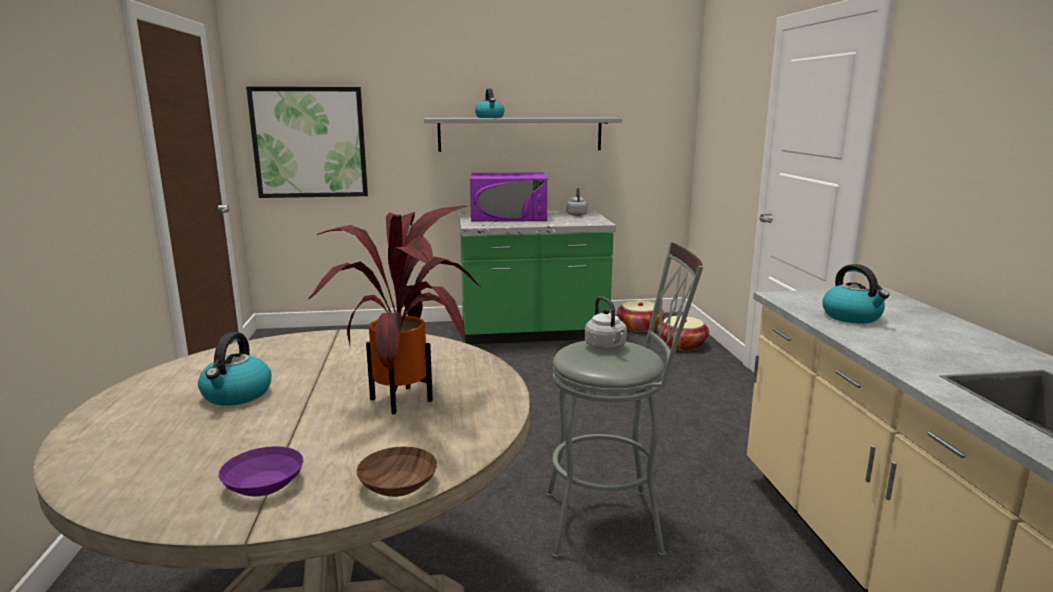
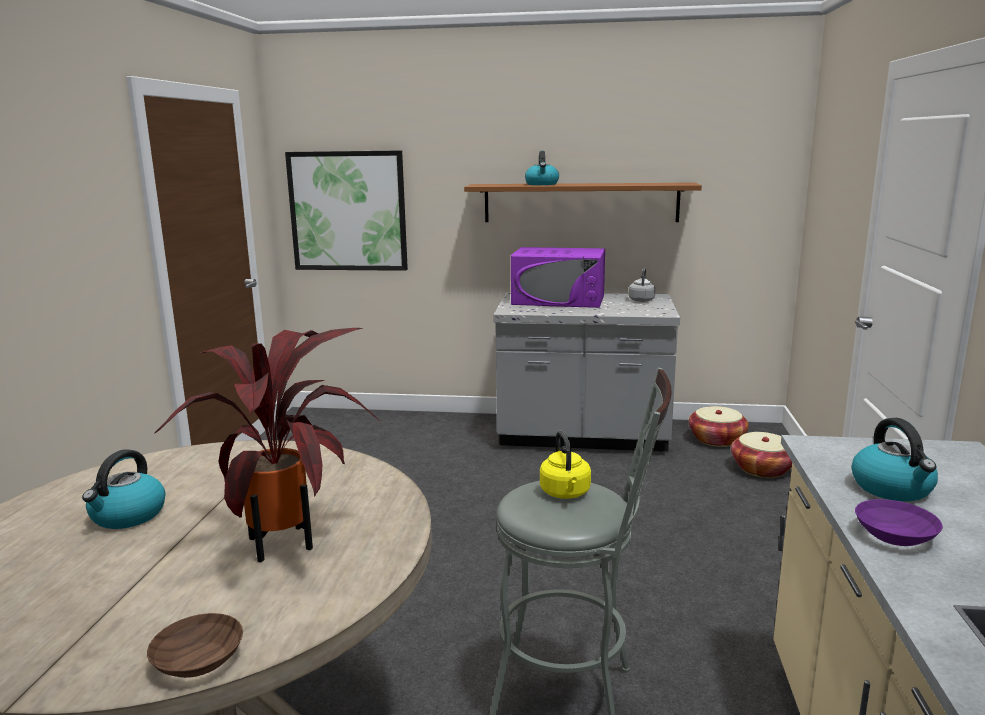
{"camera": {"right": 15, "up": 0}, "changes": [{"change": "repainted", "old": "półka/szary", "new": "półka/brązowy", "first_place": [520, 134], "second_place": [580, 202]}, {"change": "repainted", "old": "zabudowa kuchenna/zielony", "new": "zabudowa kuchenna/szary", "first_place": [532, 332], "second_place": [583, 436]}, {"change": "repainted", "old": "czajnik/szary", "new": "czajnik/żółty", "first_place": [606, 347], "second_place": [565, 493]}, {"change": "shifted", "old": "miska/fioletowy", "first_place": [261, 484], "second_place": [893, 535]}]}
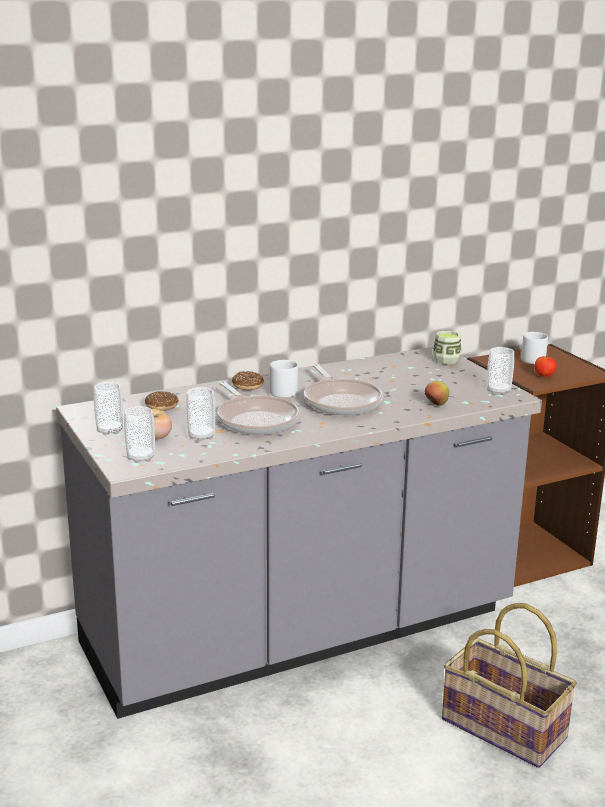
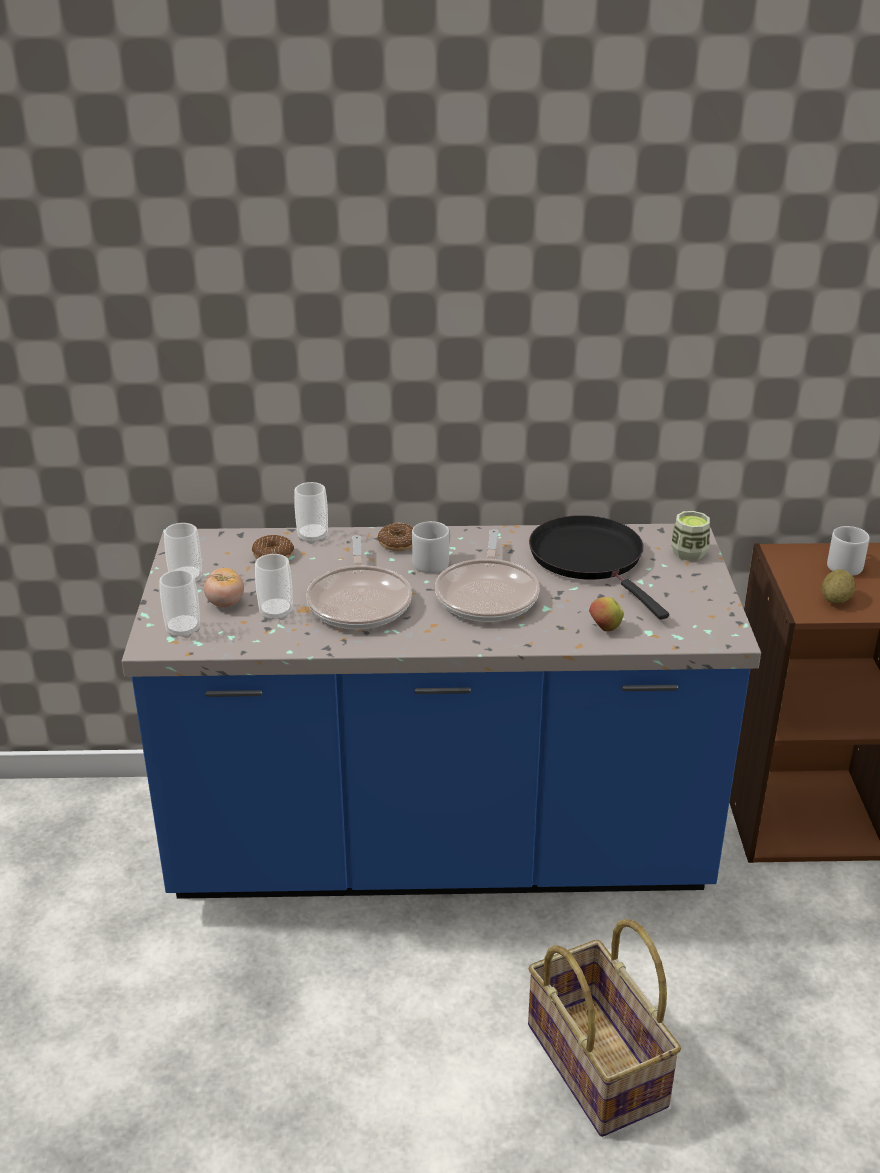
{"camera": {"right": 25, "up": 10}, "changes": [{"change": "repainted", "old": "zabudowa kuchenna/szary", "new": "zabudowa kuchenna/niebieski", "first_place": [299, 634], "second_place": [440, 850]}, {"change": "shifted", "old": "filiżanka", "first_place": [498, 391], "second_place": [312, 537]}, {"change": "new", "new": "patelnia/czarny", "second_place": [591, 559]}, {"change": "swapped", "old": "jabłko", "new": "ziemniak", "first_place": [544, 376], "second_place": [835, 599]}]}
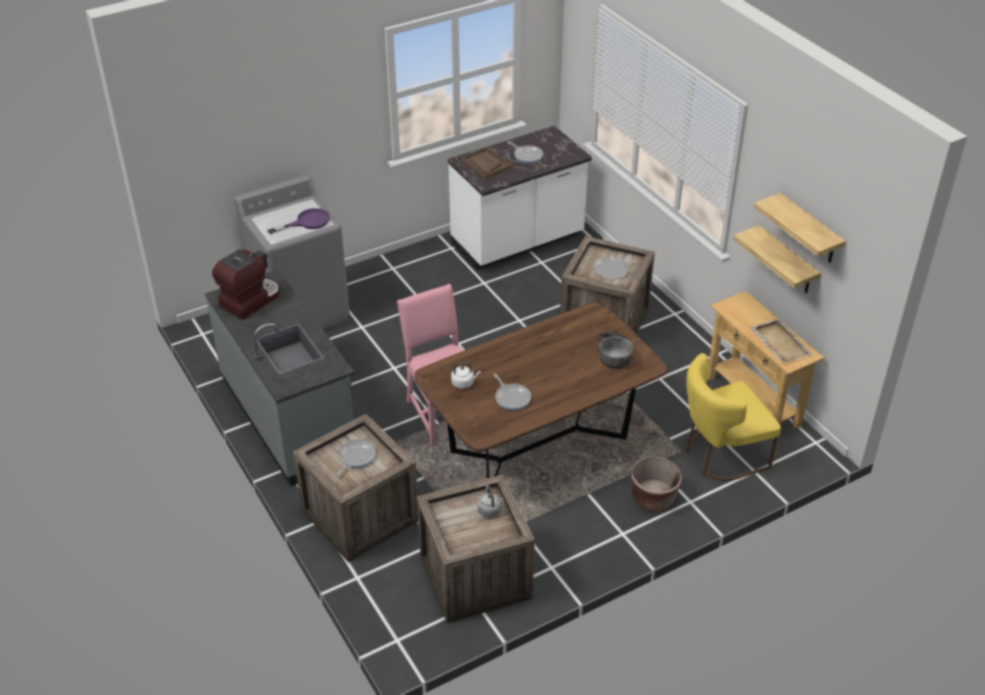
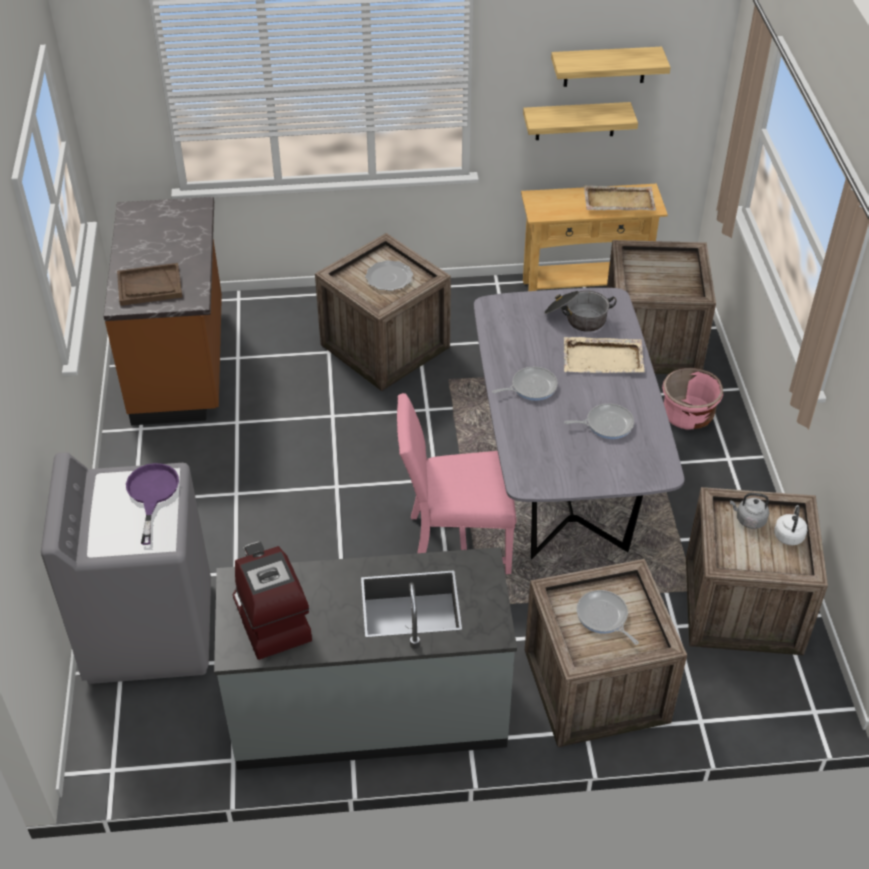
{"camera": {"right": -65, "up": 5}, "changes": [{"change": "repainted", "old": "zabudowa kuchenna/biały", "new": "zabudowa kuchenna/brązowy", "first_place": [518, 242], "second_place": [181, 363]}, {"change": "repainted", "old": "stół jadalny/brązowy", "new": "stół jadalny/szary", "first_place": [538, 446], "second_place": [561, 477]}, {"change": "shifted", "old": "patelnia", "first_place": [527, 155], "second_place": [531, 387]}, {"change": "new", "new": "taca/beżowy", "second_place": [604, 358]}, {"change": "swapped", "old": "krzesło/żółty", "new": "skrzynka", "first_place": [720, 455], "second_place": [650, 343]}, {"change": "repainted", "old": "donica/brązowy", "new": "donica/różowy", "first_place": [653, 498], "second_place": [687, 415]}, {"change": "shifted", "old": "czajnik/biały", "first_place": [464, 383], "second_place": [789, 535]}]}
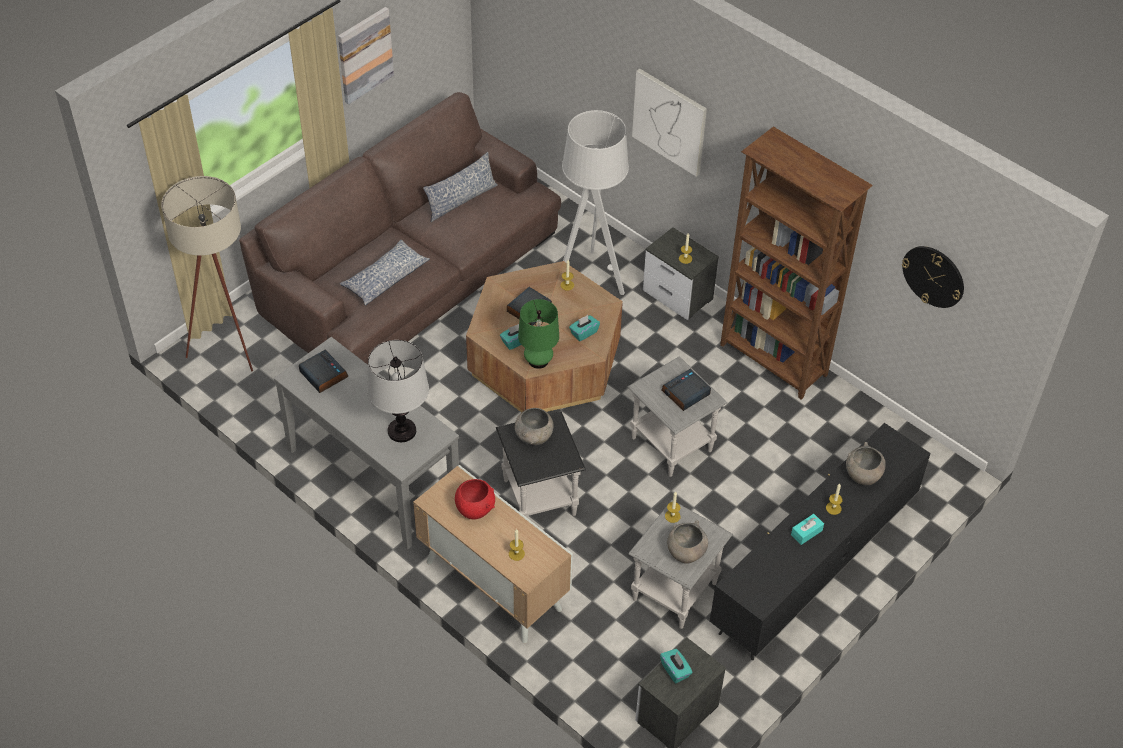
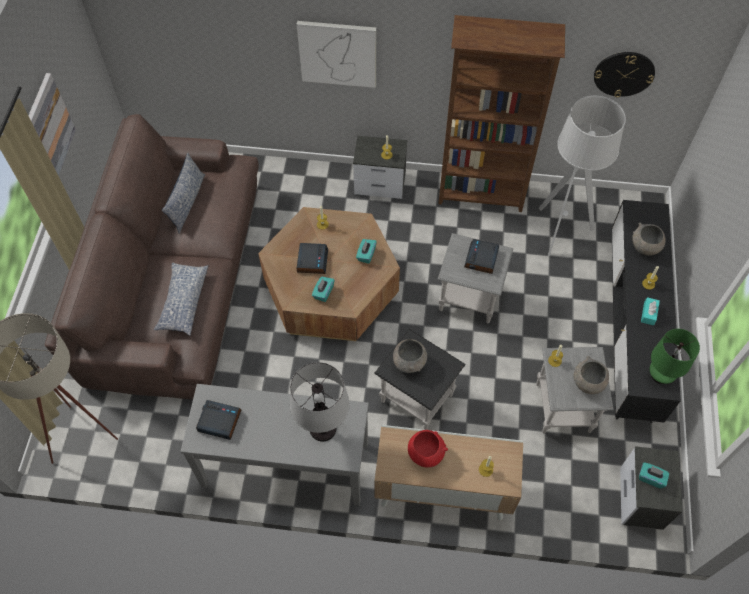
{"camera": {"right": -35, "up": 10}, "changes": [{"change": "shifted", "old": "lampa stojąca/szary", "first_place": [590, 279], "second_place": [560, 231]}, {"change": "shifted", "old": "lampa stołowa/zielony", "first_place": [538, 360], "second_place": [660, 375]}]}
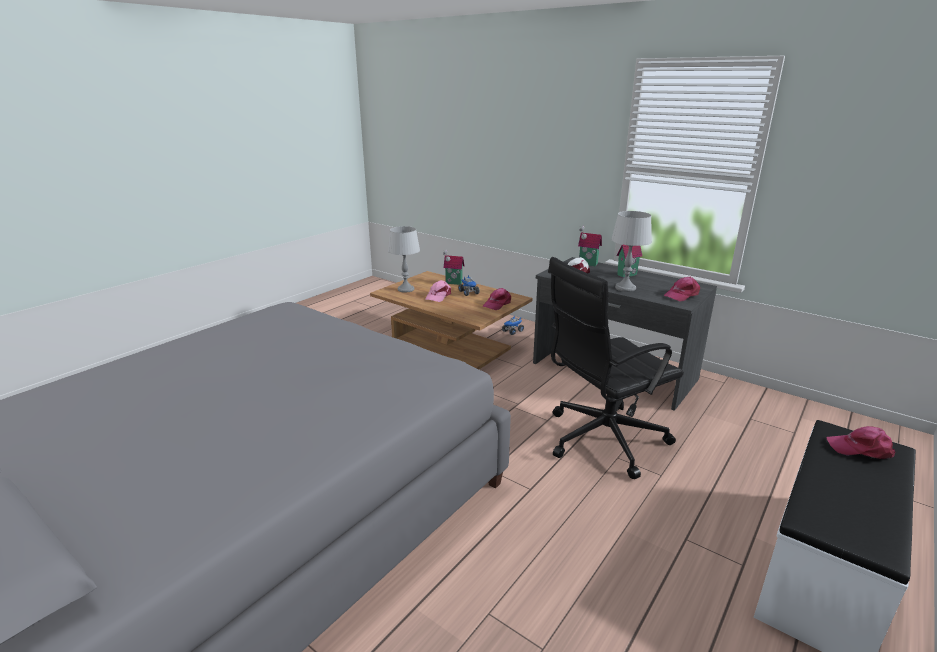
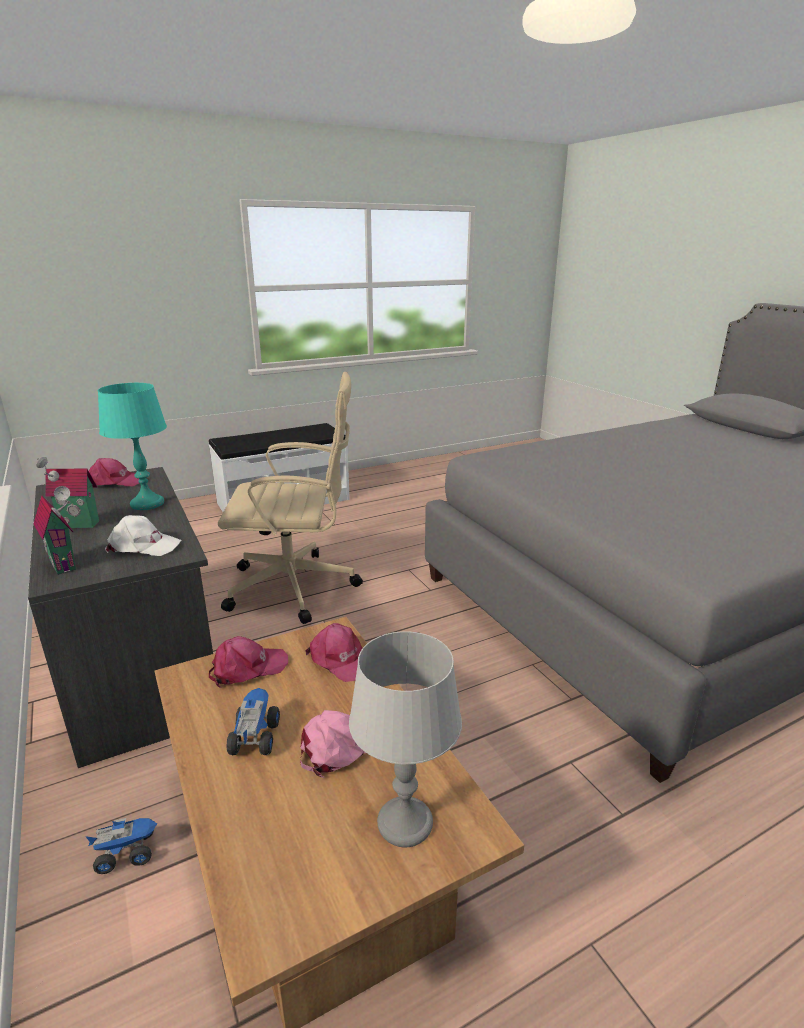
{"camera": {"right": -155, "up": 0}, "changes": [{"change": "repainted", "old": "lampa stołowa/szary", "new": "lampa stołowa/turkusowy", "first_place": [625, 288], "second_place": [147, 504]}, {"change": "repainted", "old": "krzesło biurowe/czarny", "new": "krzesło biurowe/beżowy", "first_place": [602, 439], "second_place": [296, 587]}, {"change": "shifted", "old": "czapka z daszkiem/różowy", "first_place": [861, 449], "second_place": [340, 659]}, {"change": "gone", "old": "domek", "first_place": [453, 283]}]}
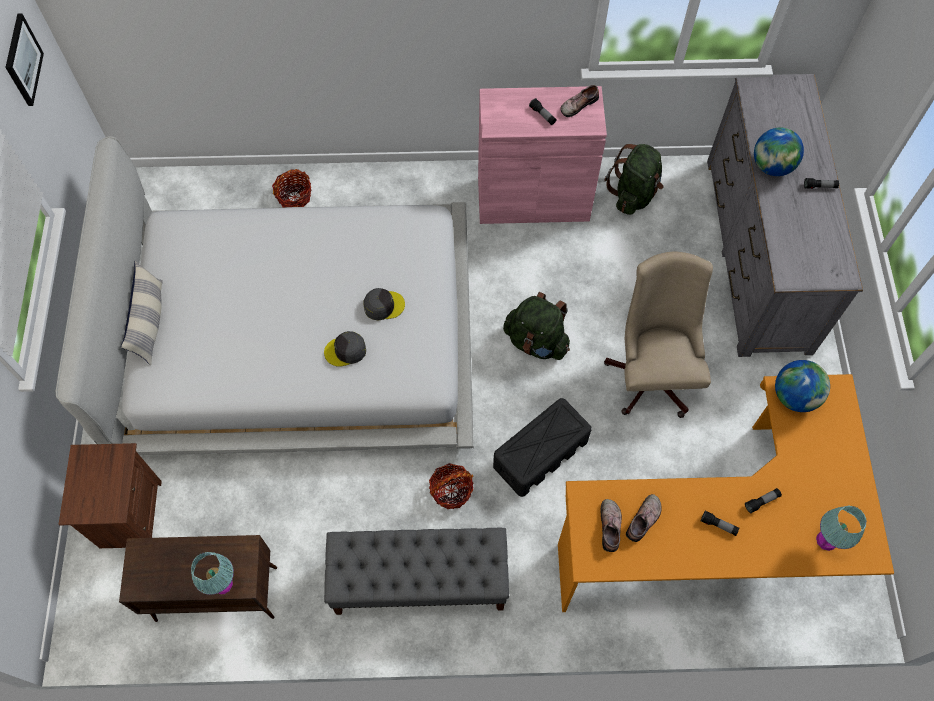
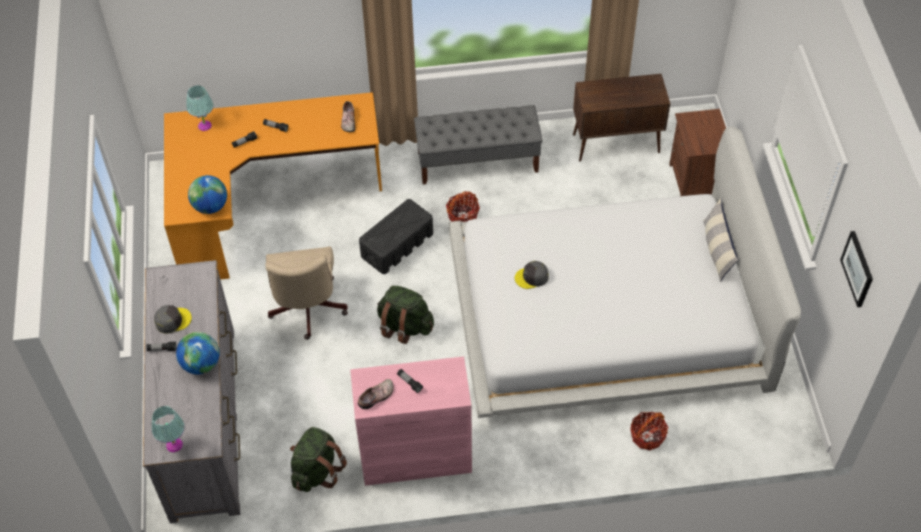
{"camera": {"right": 175, "up": -10}, "changes": [{"change": "shifted", "old": "lampa stołowa/turkusowy", "first_place": [222, 583], "second_place": [174, 445]}, {"change": "shifted", "old": "czapka z daszkiem/szary", "first_place": [346, 351], "second_place": [172, 320]}, {"change": "gone", "old": "but", "first_place": [644, 520]}]}
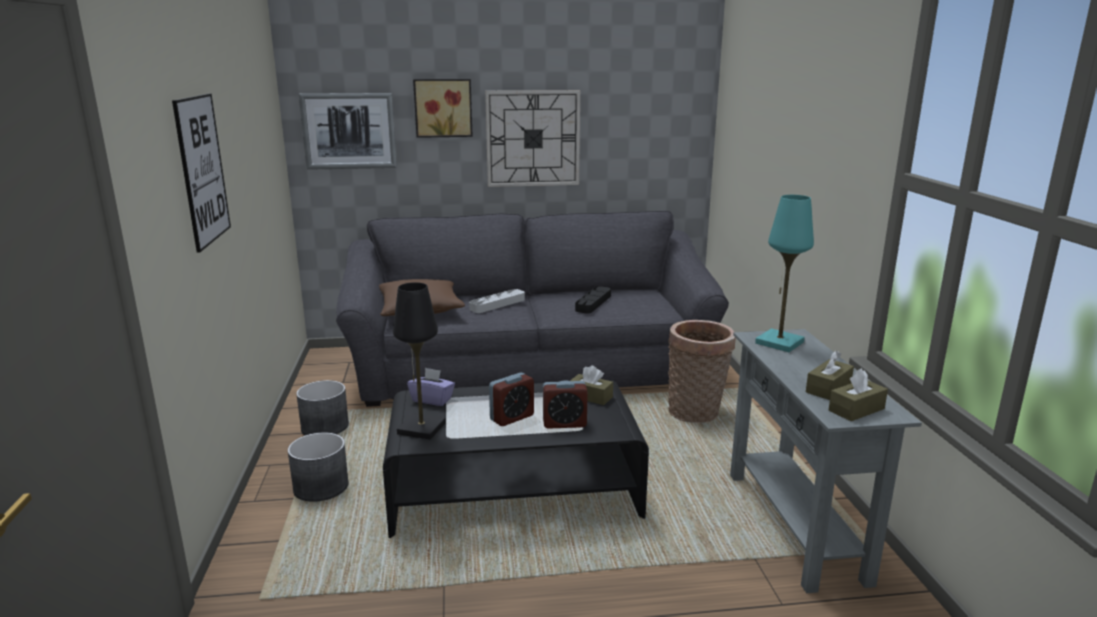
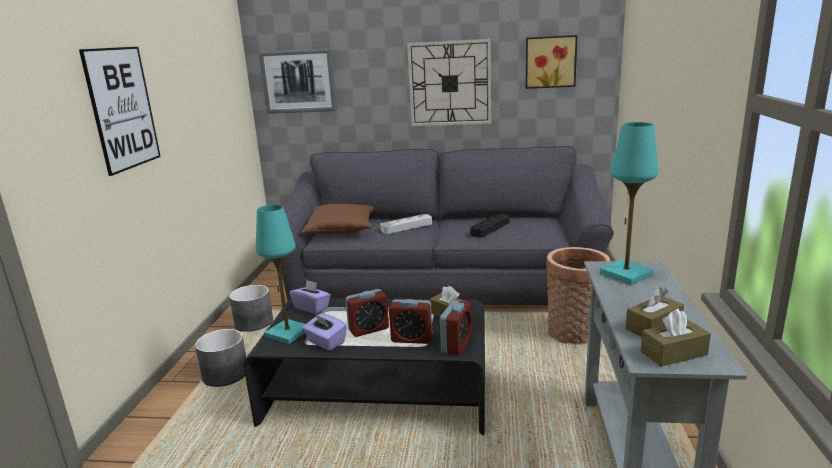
{"camera": {"right": 15, "up": 0}, "changes": [{"change": "repainted", "old": "lampa stołowa/czarny", "new": "lampa stołowa/turkusowy", "first_place": [421, 428], "second_place": [287, 333]}, {"change": "new", "new": "pudełko chusteczek/fioletowy", "second_place": [325, 342]}, {"change": "new", "new": "budzik", "second_place": [456, 345]}, {"change": "shifted", "old": "obraz", "first_place": [443, 108], "second_place": [550, 62]}]}
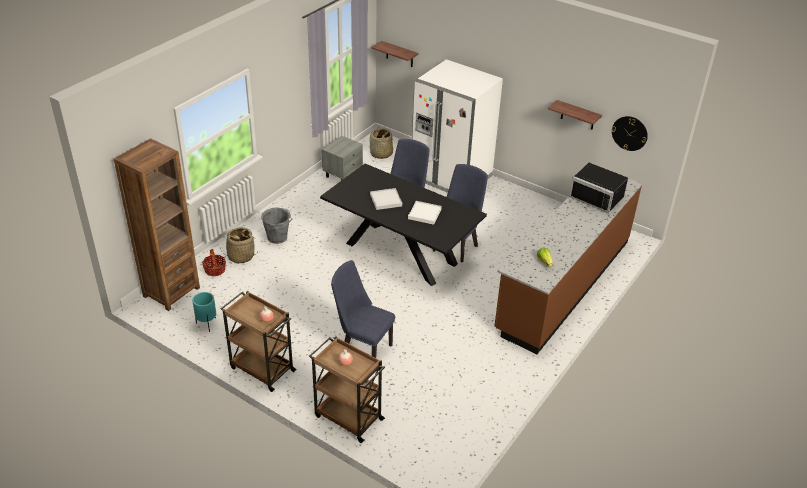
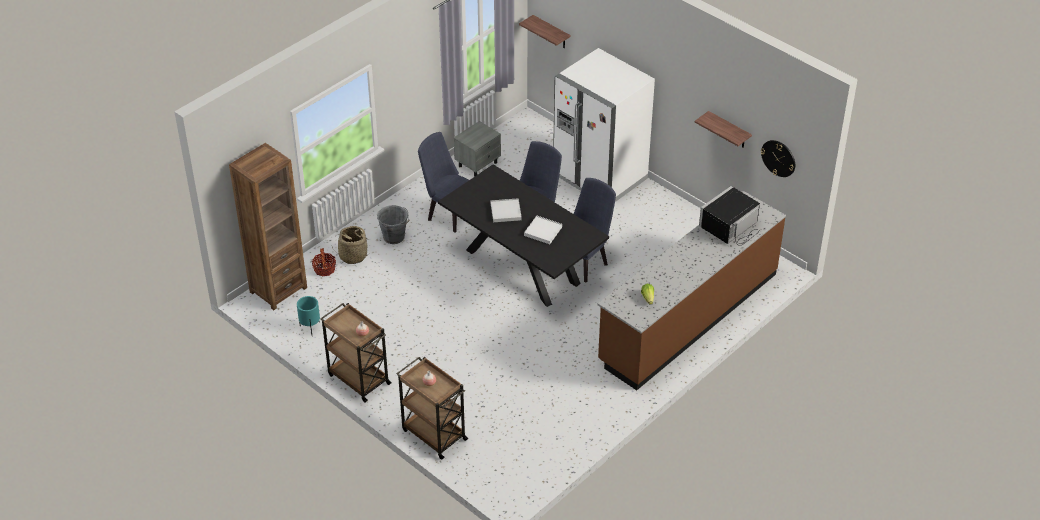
{"camera": {"right": 10, "up": 5}, "changes": [{"change": "shifted", "old": "krzesło/niebieski", "first_place": [362, 349], "second_place": [448, 215]}, {"change": "rotated", "old": "mikrofalówka/czarny", "first_place": [598, 196], "second_place": [731, 227], "degrees": 90}, {"change": "gone", "old": "koszyk", "first_place": [381, 154]}]}
